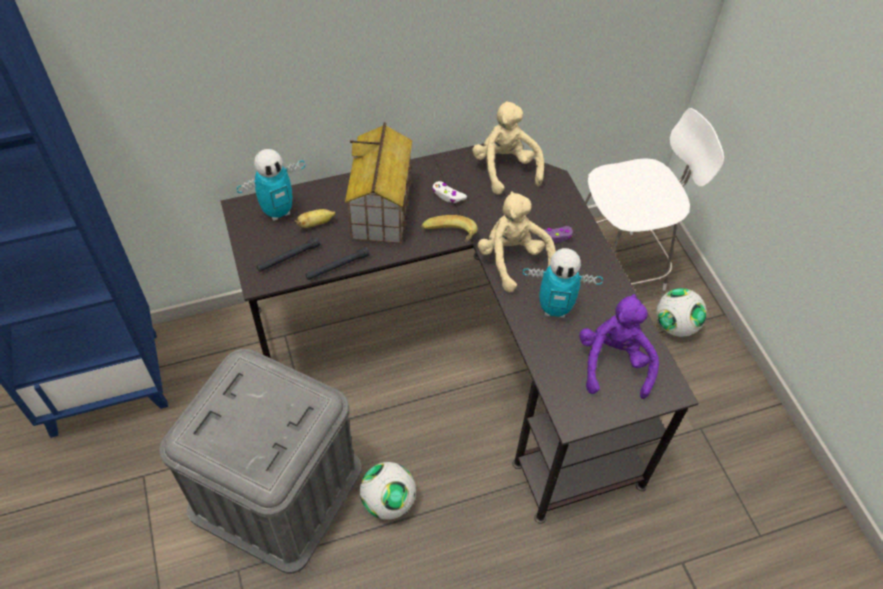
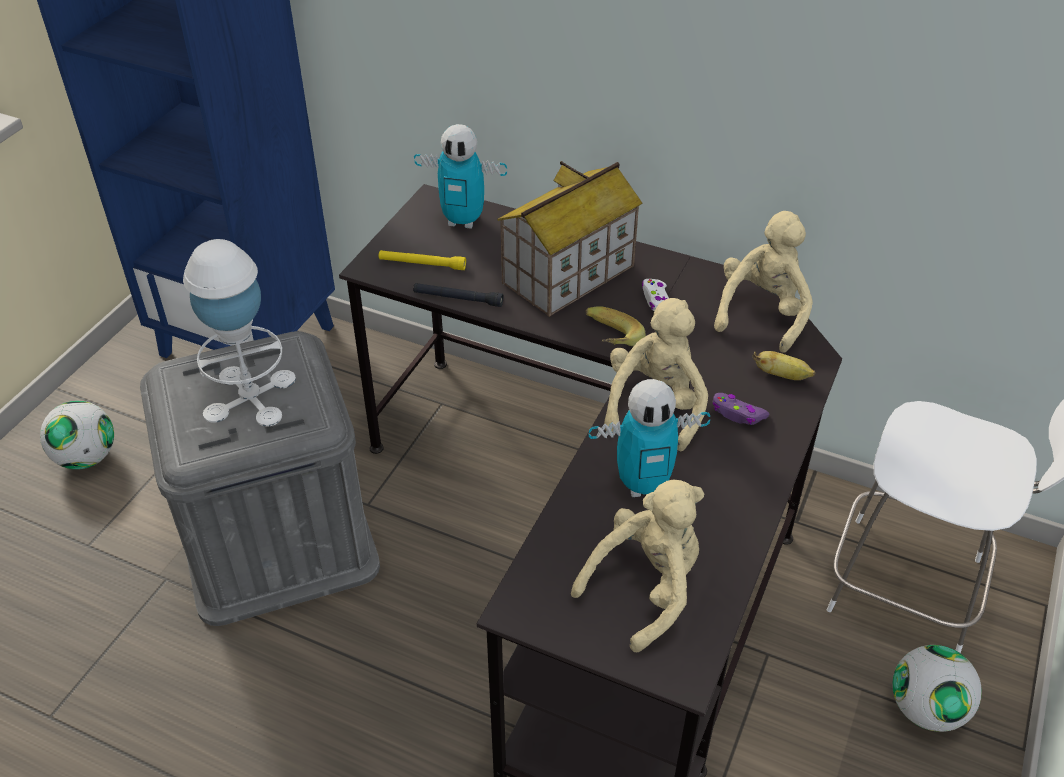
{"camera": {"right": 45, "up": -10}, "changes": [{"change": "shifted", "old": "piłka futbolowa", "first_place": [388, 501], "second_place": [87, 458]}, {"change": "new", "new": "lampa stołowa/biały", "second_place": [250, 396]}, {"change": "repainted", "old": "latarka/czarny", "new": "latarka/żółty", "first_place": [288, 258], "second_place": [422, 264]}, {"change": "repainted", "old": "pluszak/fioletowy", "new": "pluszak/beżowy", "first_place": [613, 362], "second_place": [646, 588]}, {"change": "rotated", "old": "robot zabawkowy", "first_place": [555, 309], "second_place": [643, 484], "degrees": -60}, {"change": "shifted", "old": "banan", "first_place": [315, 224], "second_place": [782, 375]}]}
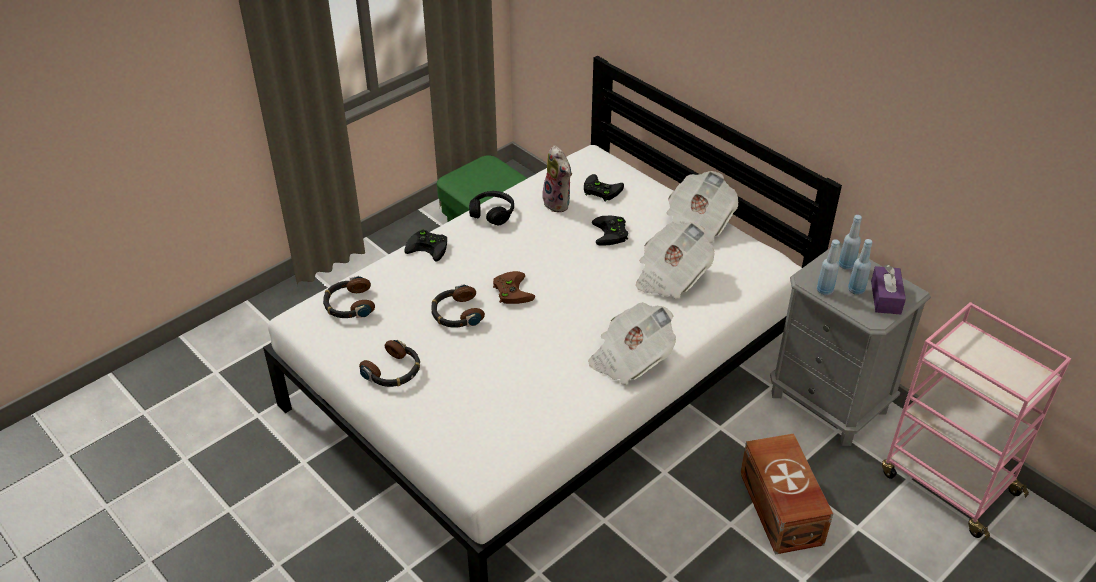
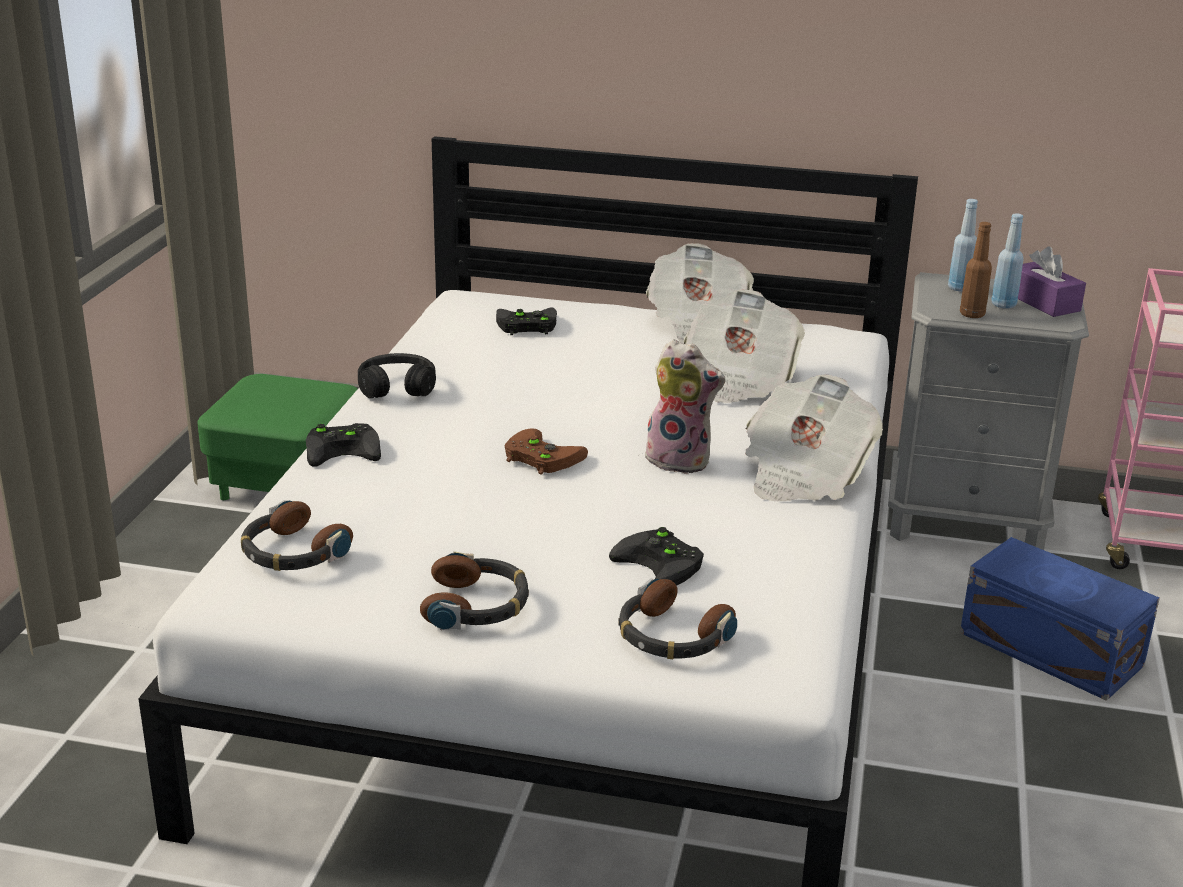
{"camera": {"right": -35, "up": -15}, "changes": [{"change": "shifted", "old": "pad do gier/czarny", "first_place": [612, 233], "second_place": [663, 564]}, {"change": "shifted", "old": "słuchawki", "first_place": [456, 313], "second_place": [671, 636]}, {"change": "shifted", "old": "pluszak", "first_place": [559, 203], "second_place": [681, 460]}, {"change": "repainted", "old": "butelka/niebieski", "new": "butelka/brązowy", "first_place": [824, 290], "second_place": [972, 314]}, {"change": "repainted", "old": "pojemnik do przechowywania/brązowy", "new": "pojemnik do przechowywania/niebieski", "first_place": [780, 509], "second_place": [1051, 651]}]}
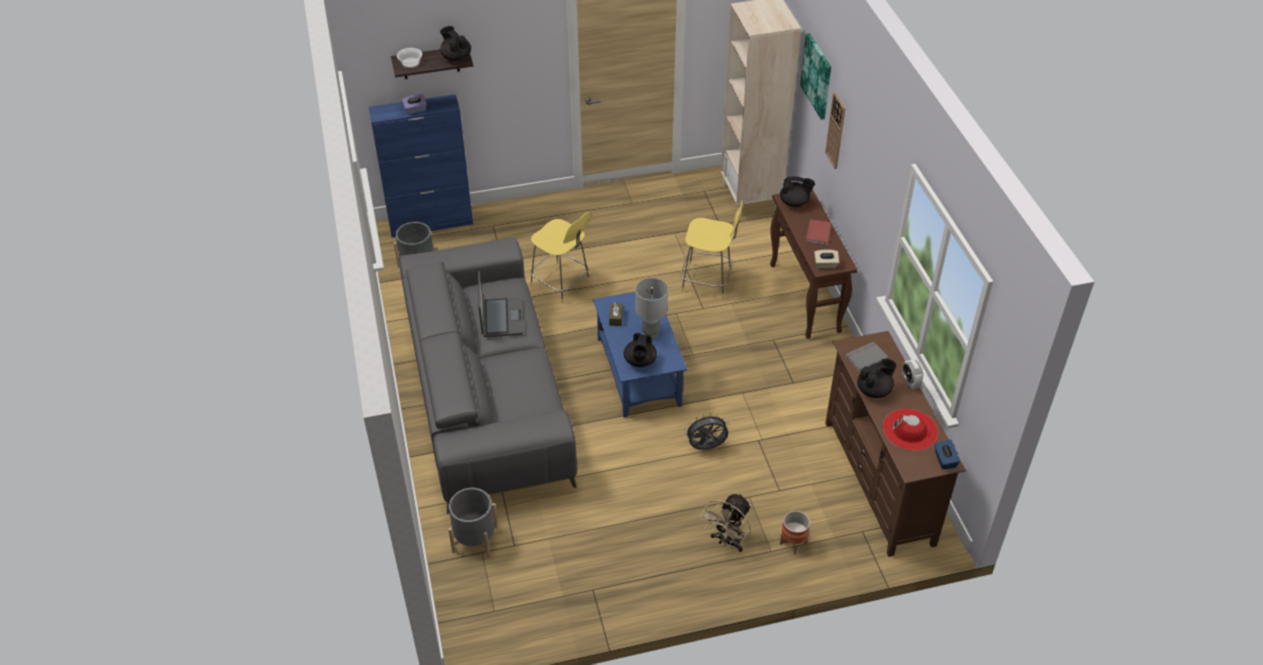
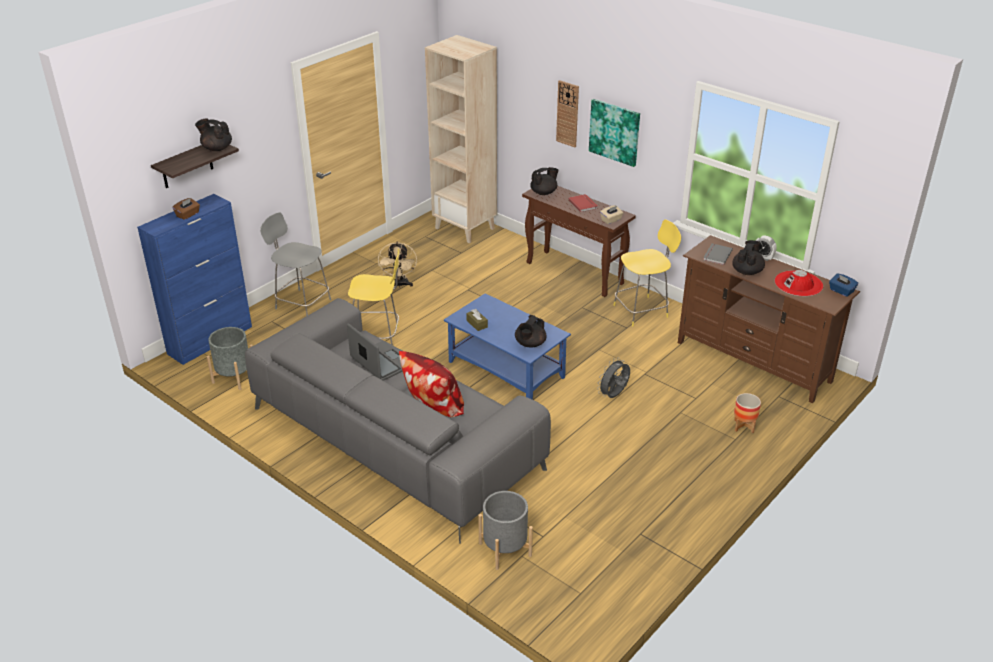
{"camera": {"right": -35, "up": -10}, "changes": [{"change": "repainted", "old": "pudełko chusteczek/fioletowy", "new": "pudełko chusteczek/brązowy", "first_place": [415, 110], "second_place": [188, 215]}, {"change": "new", "new": "stołek/szary", "second_place": [301, 303]}, {"change": "shifted", "old": "wentylator/beżowy", "first_place": [727, 541], "second_place": [399, 285]}, {"change": "new", "new": "poduszka", "second_place": [433, 406]}, {"change": "rotated", "old": "imbryk/czarny", "first_place": [640, 361], "second_place": [530, 344], "degrees": 60}, {"change": "shifted", "old": "obraz", "first_place": [817, 76], "second_place": [615, 132]}, {"change": "shifted", "old": "stołek/żółty", "first_place": [708, 281], "second_place": [642, 311]}, {"change": "gone", "old": "miska", "first_place": [411, 62]}, {"change": "gone", "old": "lampa stołowa/szary", "first_place": [651, 332]}]}
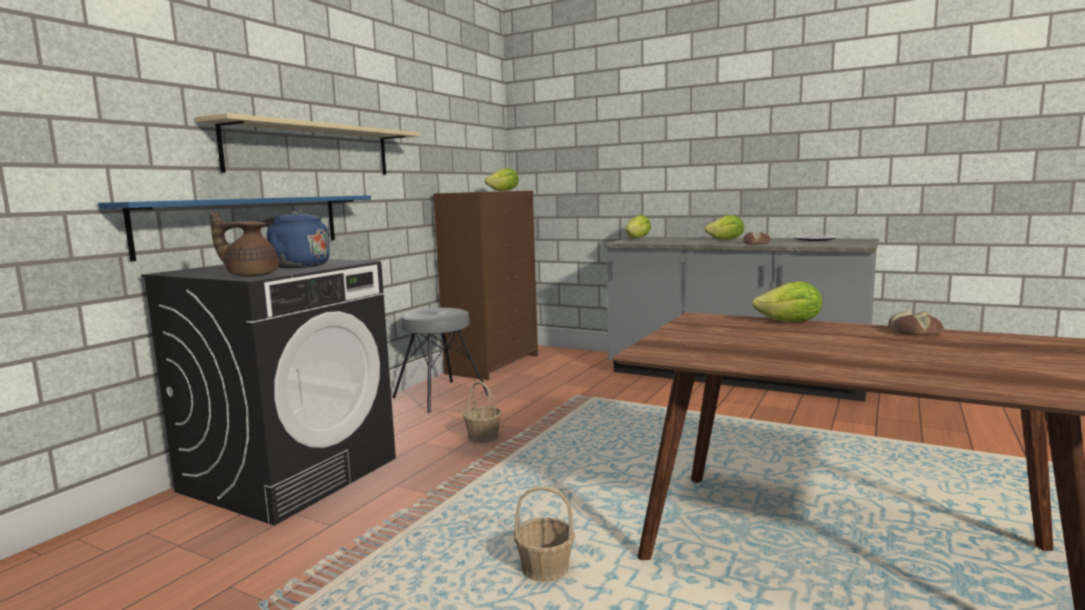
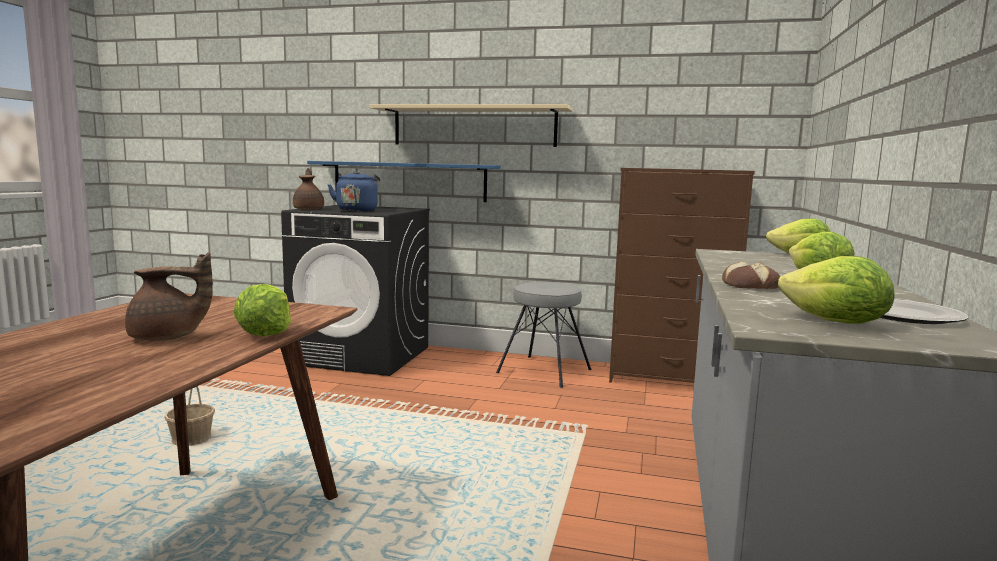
{"camera": {"right": 75, "up": 0}, "changes": [{"change": "new", "new": "imbryk/brązowy", "second_place": [167, 338]}, {"change": "shifted", "old": "sałata", "first_place": [504, 191], "second_place": [835, 323]}, {"change": "gone", "old": "koszyk", "first_place": [483, 436]}, {"change": "gone", "old": "chleb", "first_place": [914, 332]}]}
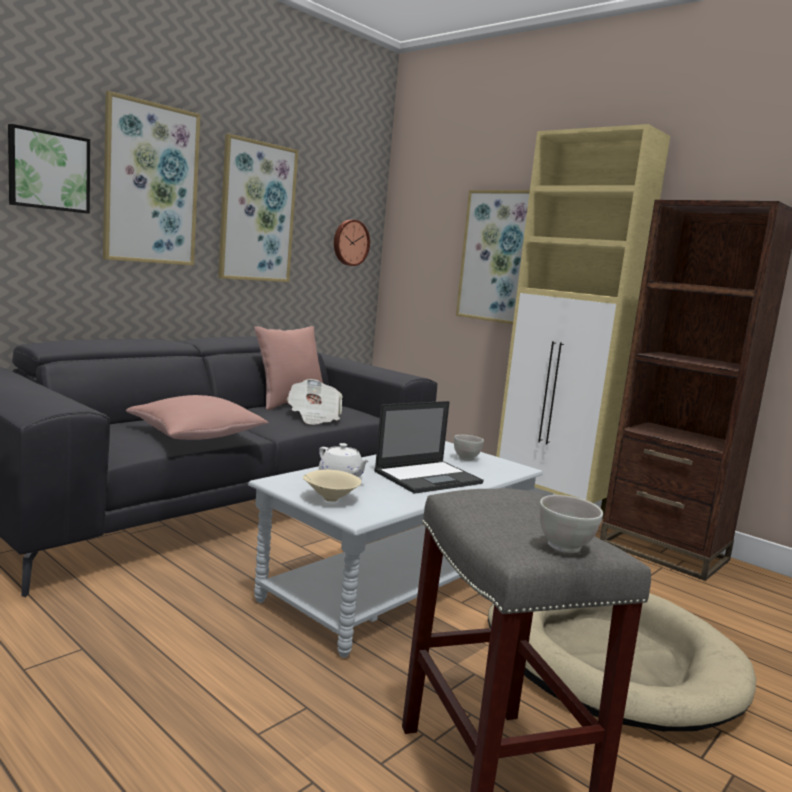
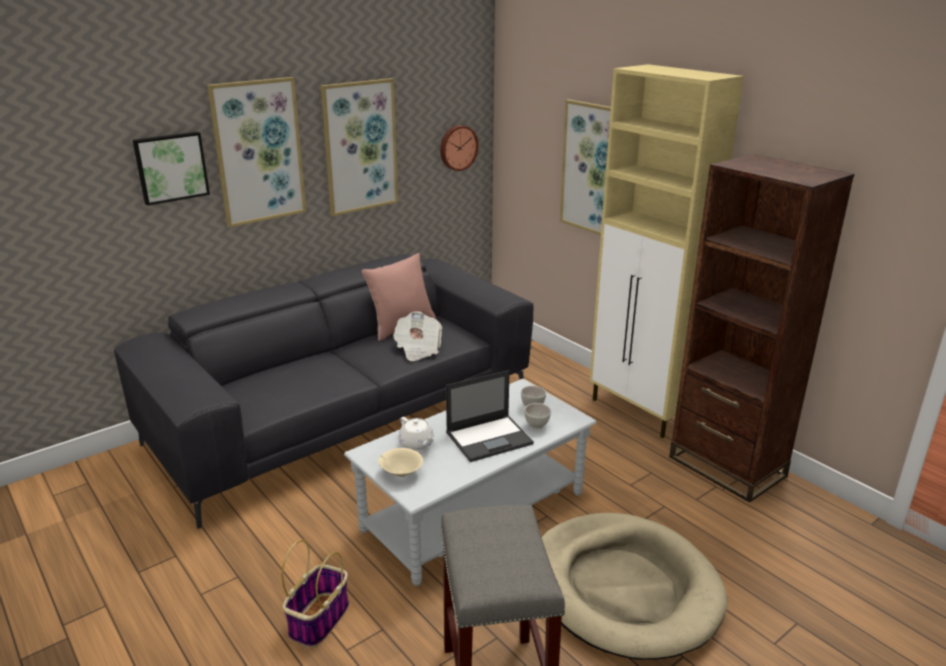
{"camera": {"right": 10, "up": 15}, "changes": [{"change": "new", "new": "koszyk", "second_place": [319, 619]}, {"change": "shifted", "old": "miska/biały", "first_place": [565, 547], "second_place": [537, 426]}, {"change": "gone", "old": "poduszka/różowy", "first_place": [196, 436]}]}
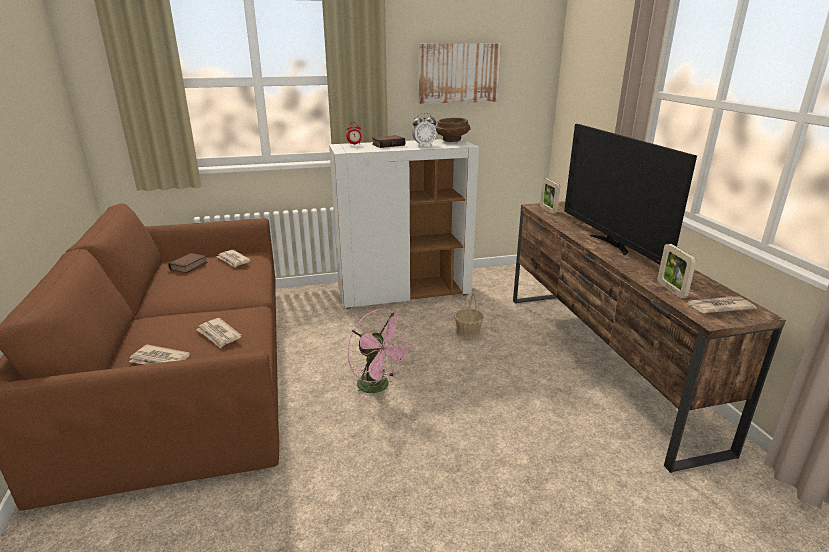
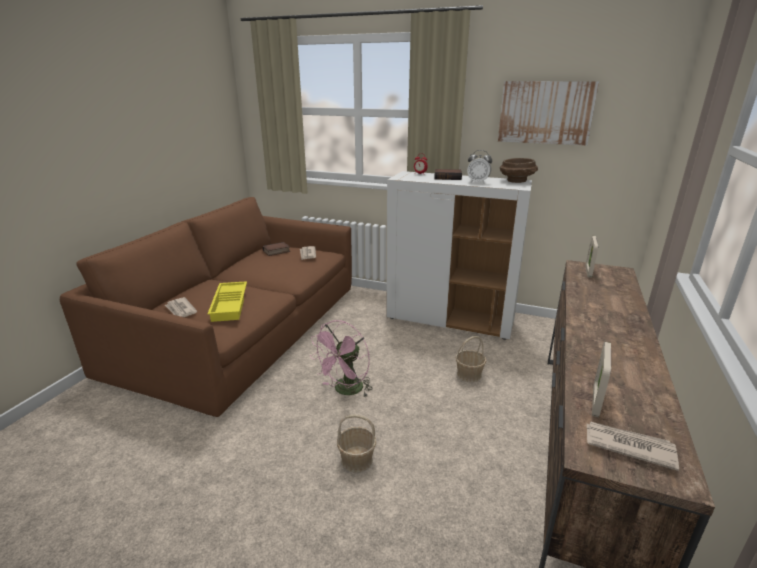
{"camera": {"right": 35, "up": 0}, "changes": [{"change": "swapped", "old": "gazeta", "new": "taca/żółty", "first_place": [219, 335], "second_place": [231, 305]}, {"change": "rotated", "old": "wentylator/różowy", "first_place": [379, 387], "second_place": [345, 391], "degrees": 45}, {"change": "new", "new": "koszyk", "second_place": [356, 459]}, {"change": "gone", "old": "telewizor", "first_place": [612, 244]}]}
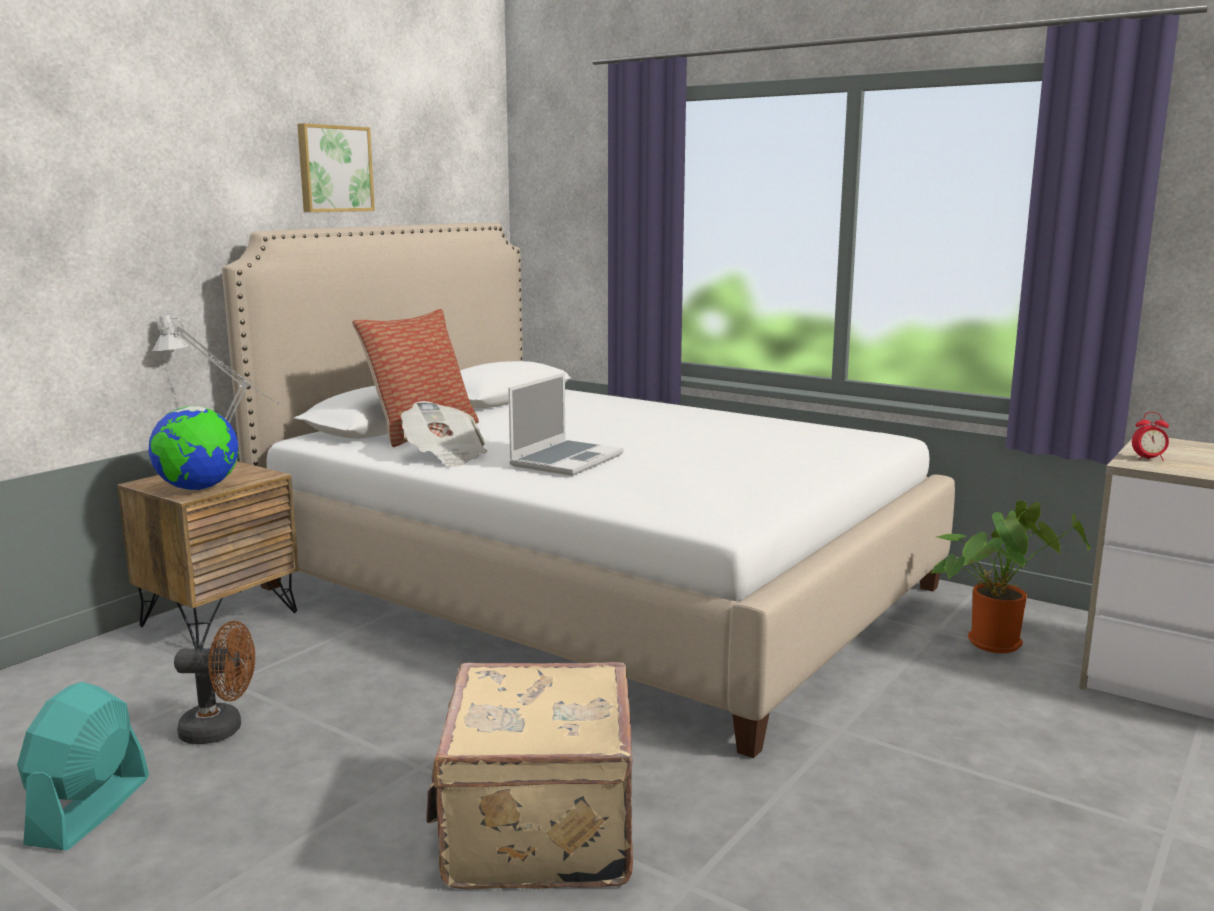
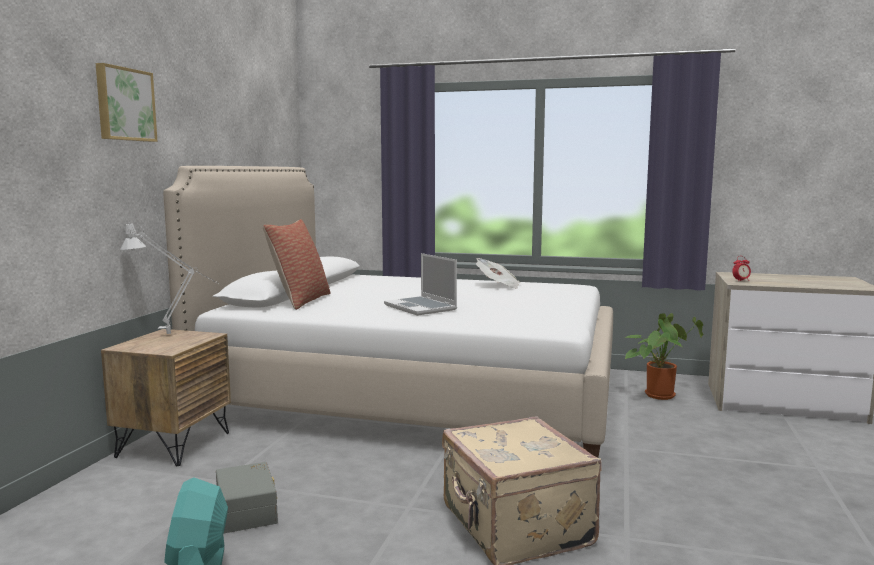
{"camera": {"right": -20, "up": -5}, "changes": [{"change": "shifted", "old": "obraz", "first_place": [334, 169], "second_place": [124, 104]}, {"change": "swapped", "old": "wentylator/brązowy", "new": "pojemnik do przechowywania/szary", "first_place": [221, 730], "second_place": [248, 510]}, {"change": "rotated", "old": "laptop", "first_place": [566, 460], "second_place": [421, 307], "degrees": 135}, {"change": "shifted", "old": "gazeta", "first_place": [445, 456], "second_place": [498, 286]}, {"change": "gone", "old": "globus", "first_place": [198, 489]}]}
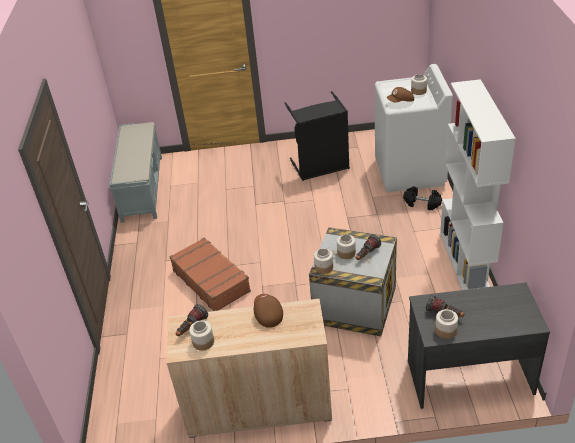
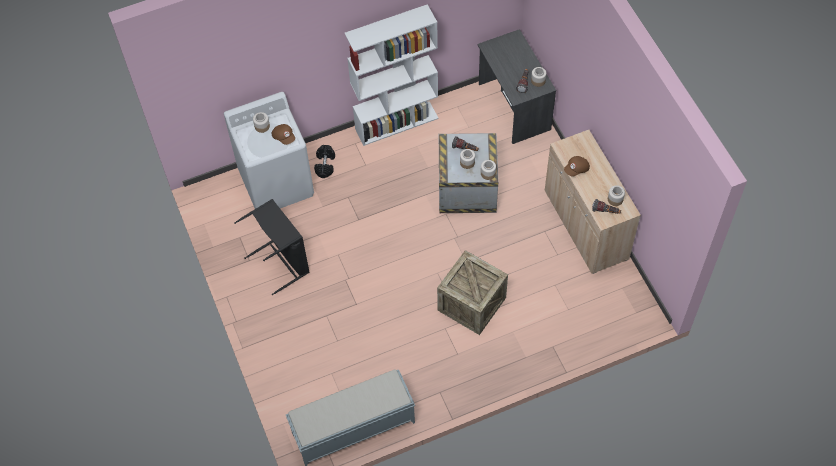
{"camera": {"right": -110, "up": 20}, "changes": [{"change": "swapped", "old": "walizka/brązowy", "new": "skrzynka", "first_place": [211, 280], "second_place": [471, 304]}]}
